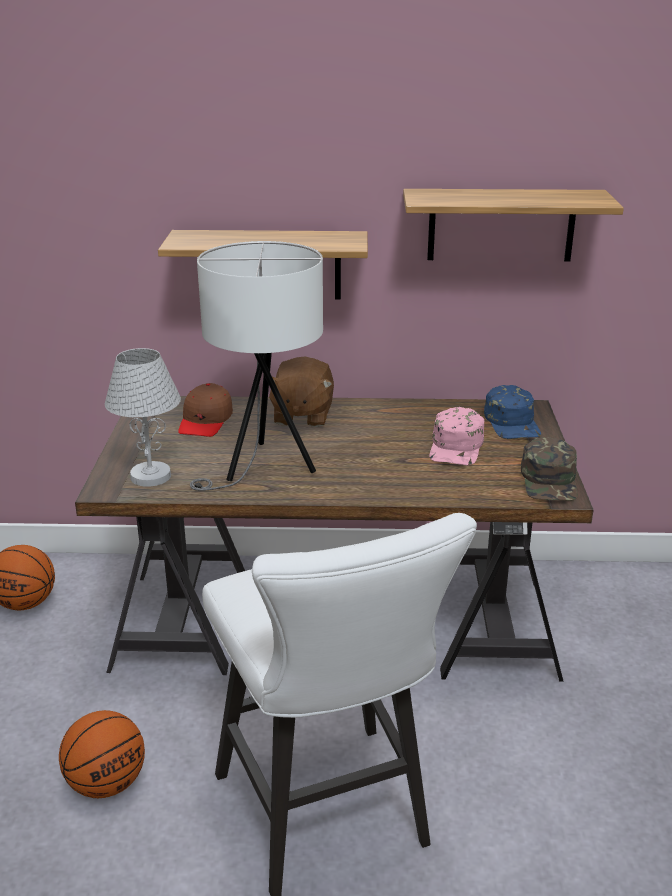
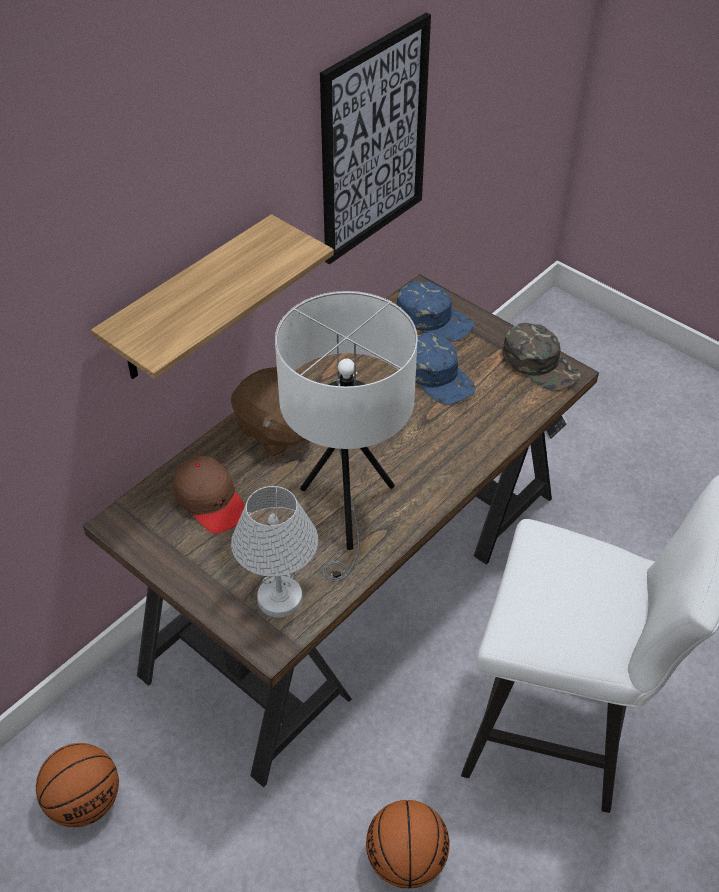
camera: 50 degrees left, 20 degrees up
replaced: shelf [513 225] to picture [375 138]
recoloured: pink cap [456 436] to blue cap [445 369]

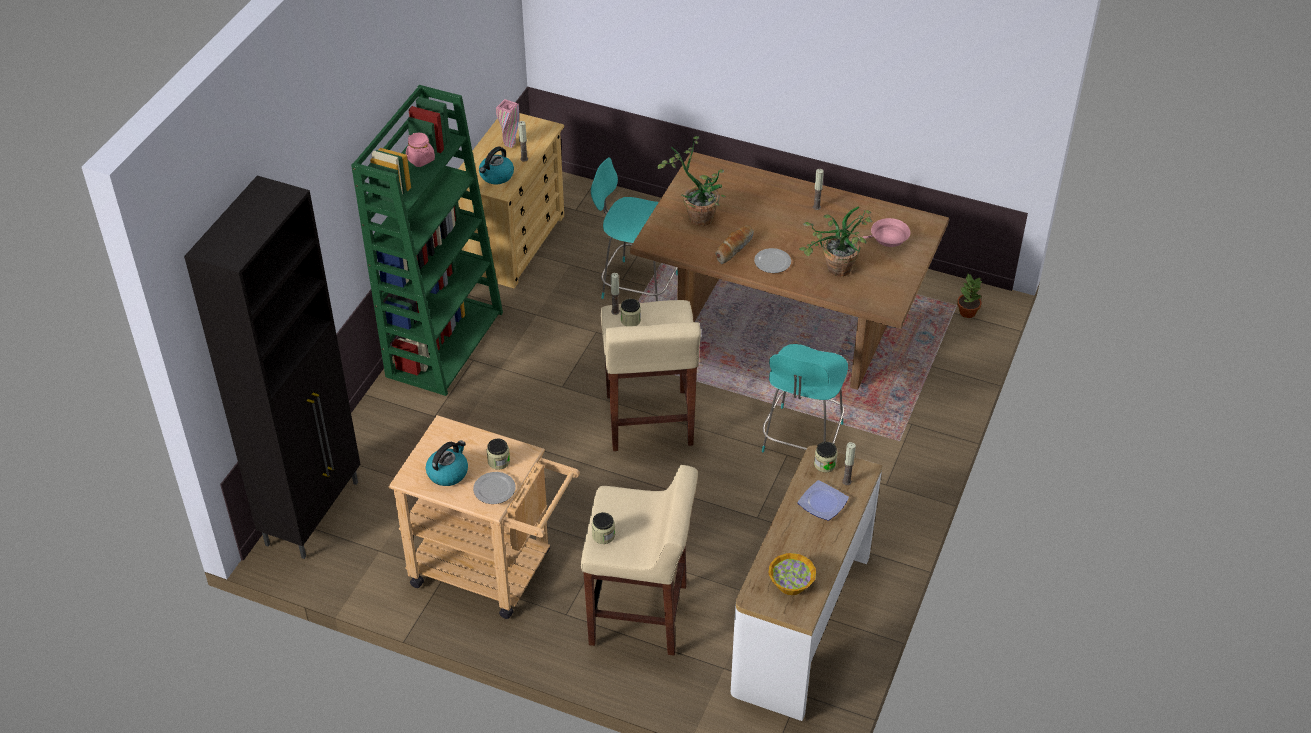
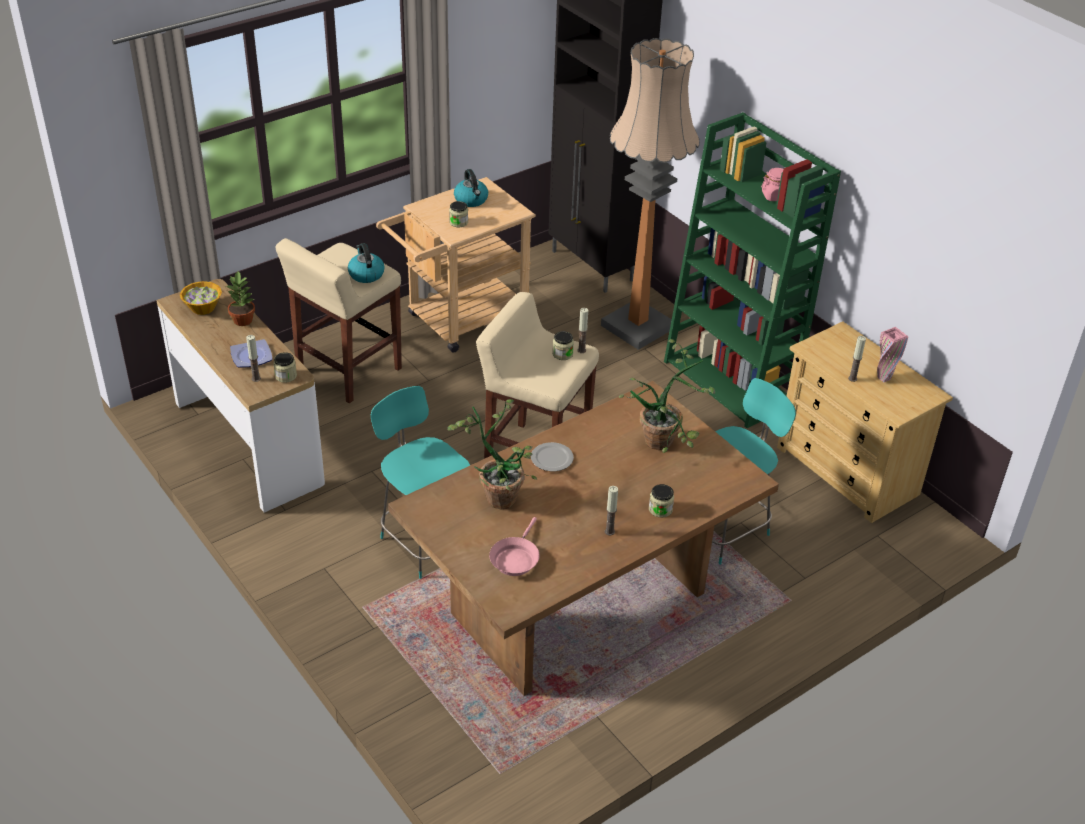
camera: 120 degrees right, 5 degrees down
removed: plate [494 488]; bread [734 244]
added: floor lamp [650 194]
moved: potted plant [969 296] to [240 299]; kettle [496 165] to [366 263]; jar [603 528] to [661 501]

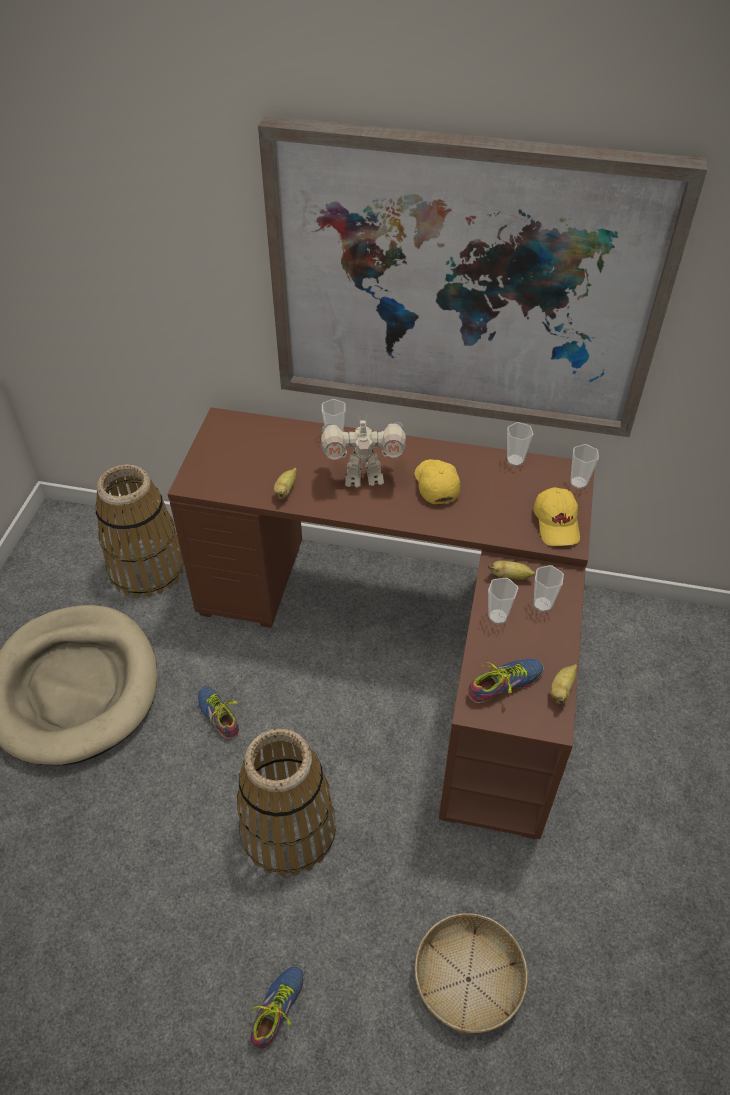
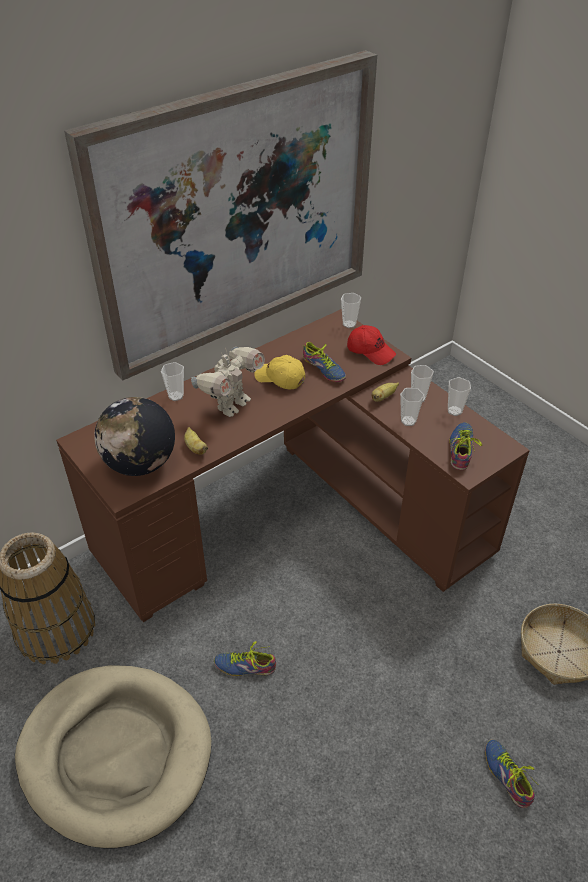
camera: 50 degrees left, 5 degrees down
removed: basket [286 802]; banana [564 684]
added: globe [134 436]; shoe [324 362]
moved: cup [520 444] to [459 396]
recoloured: yellow cap [556 516] to red cap [371 345]

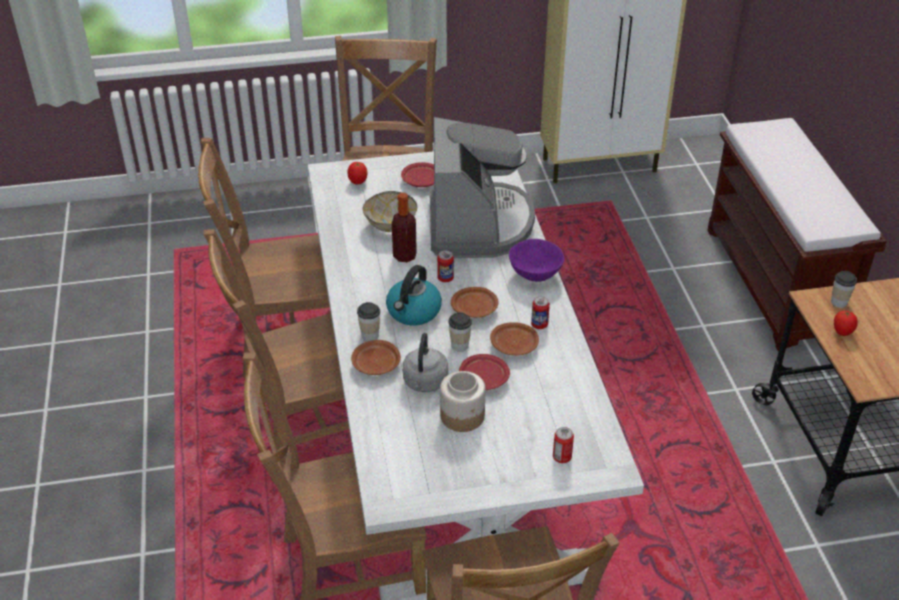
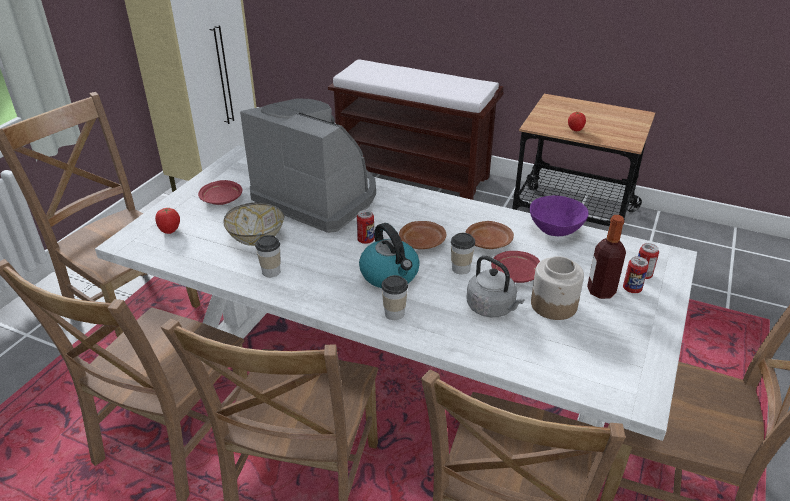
camera: 55 degrees left, 5 degrees down
removed: brown plate [376 357]
moved: cup [844 289] to [267 256]; purple bowl [536 260] to [559 215]; bottle [404 227] to [606 257]; can [540 312] to [636 274]

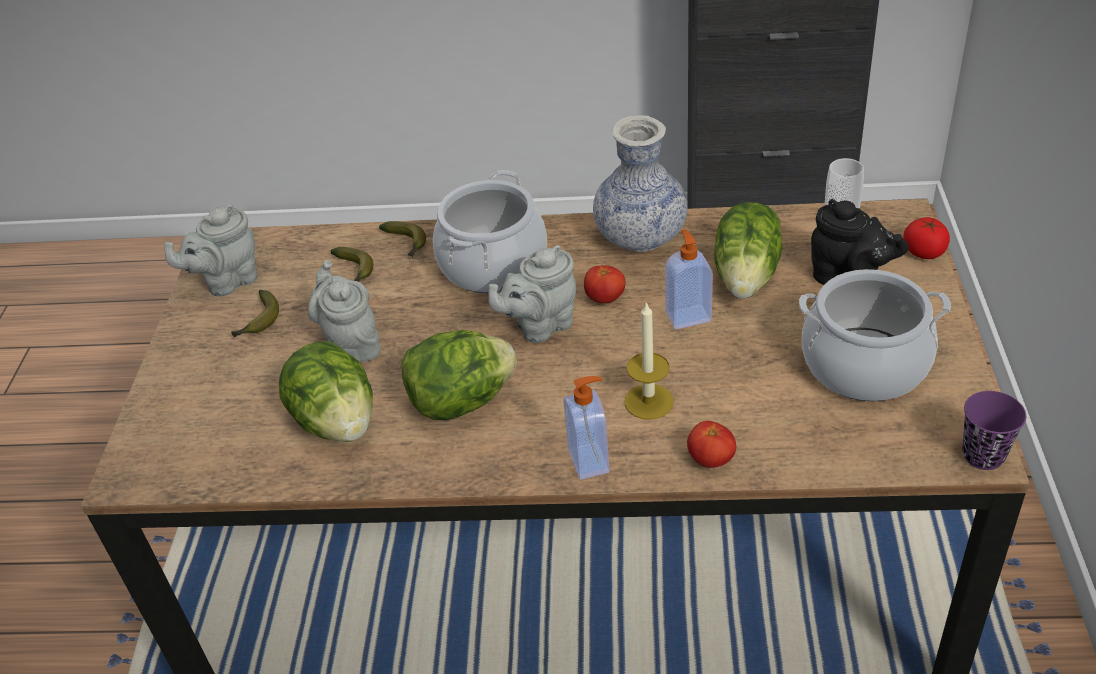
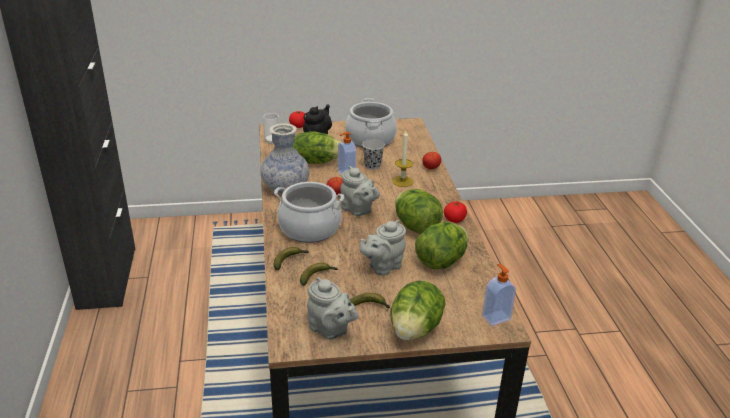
camera: 105 degrees left, 10 degrees down
removed: purple cup [994 430]
added: black cup [373 154]; lettuce [418 310]; tomato [455 212]
moved: soap dispenser [586 428] to [499 295]

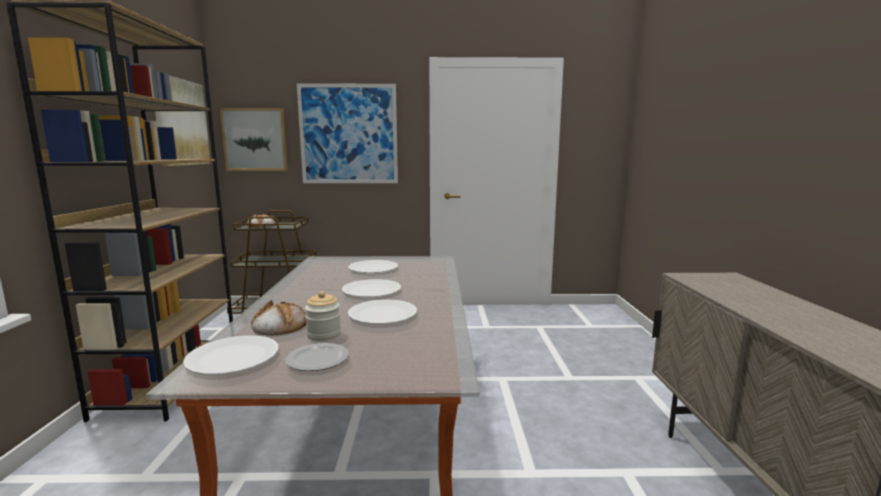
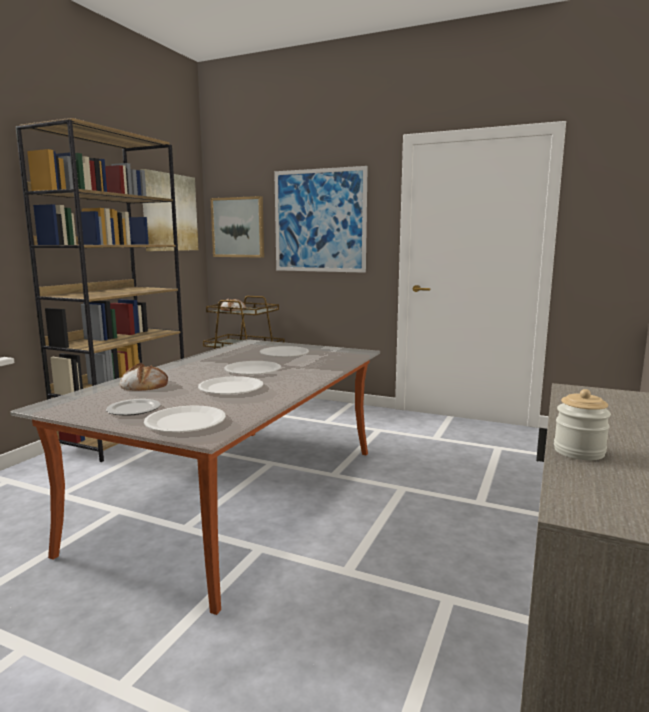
camera: 25 degrees right, 0 degrees up
moved: white plate [230 355] to [185 418]; jar [323 316] to [582 424]

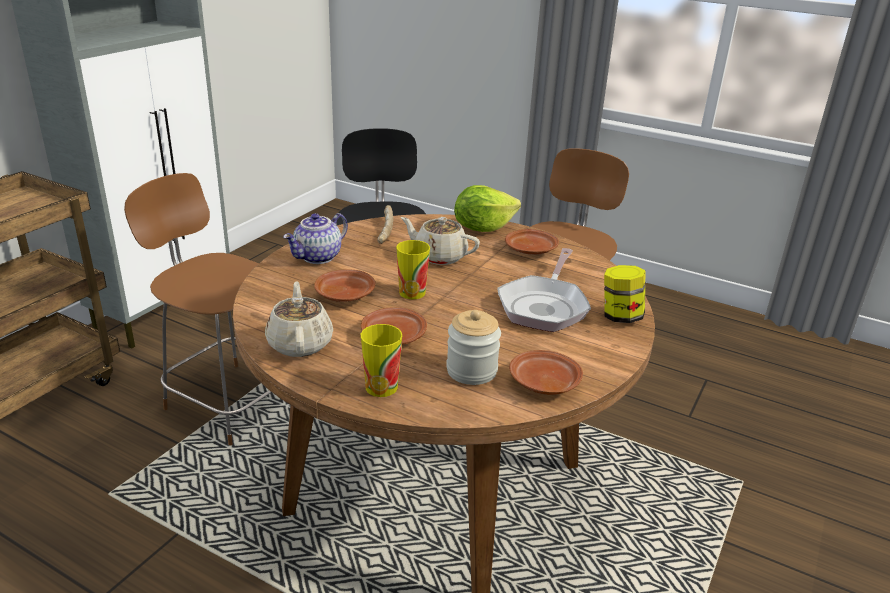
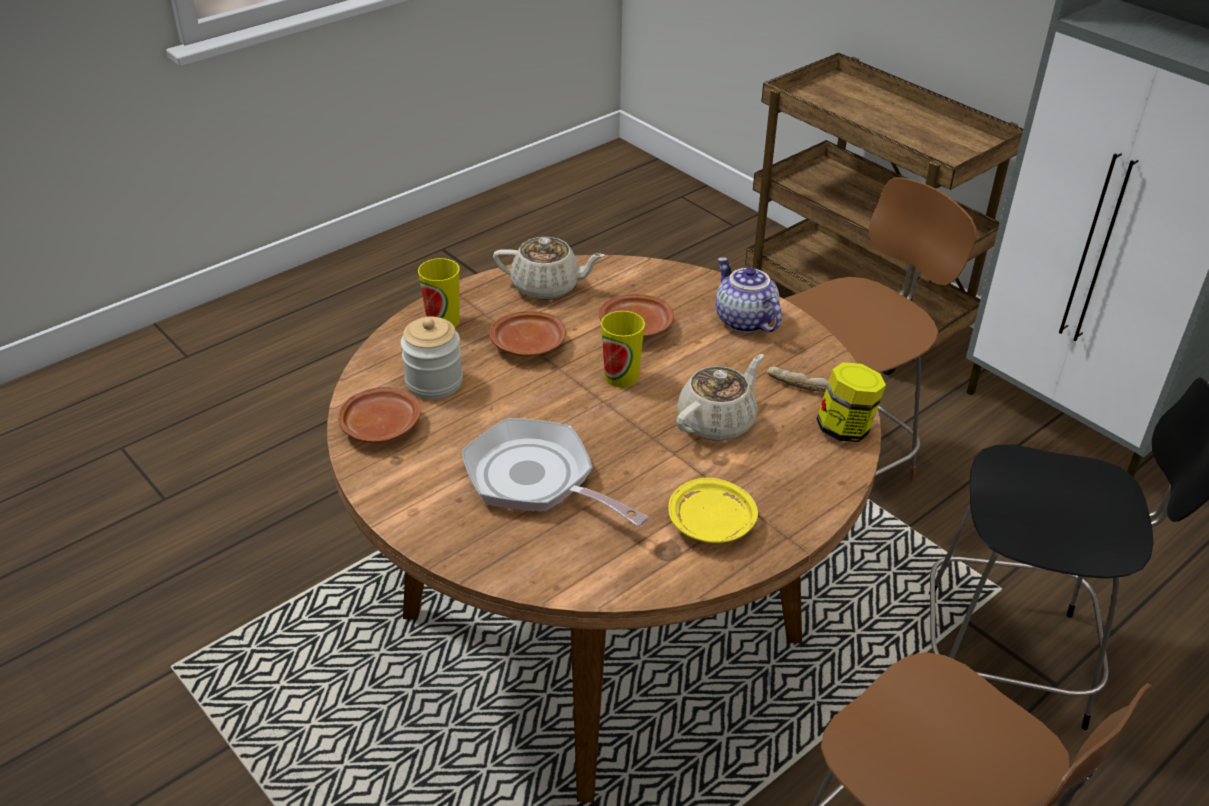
camera: 110 degrees right, 10 degrees up
removed: lettuce [487 208]
moved: jar [624 294] to [851 402]
recoloured: brown plate [532 242] to yellow plate [713 510]

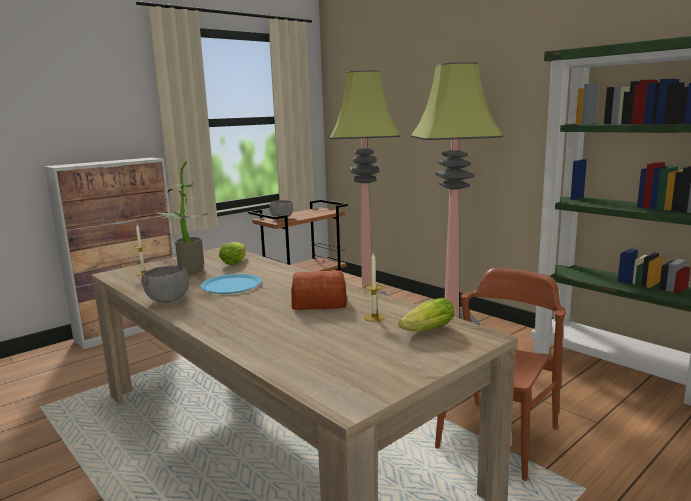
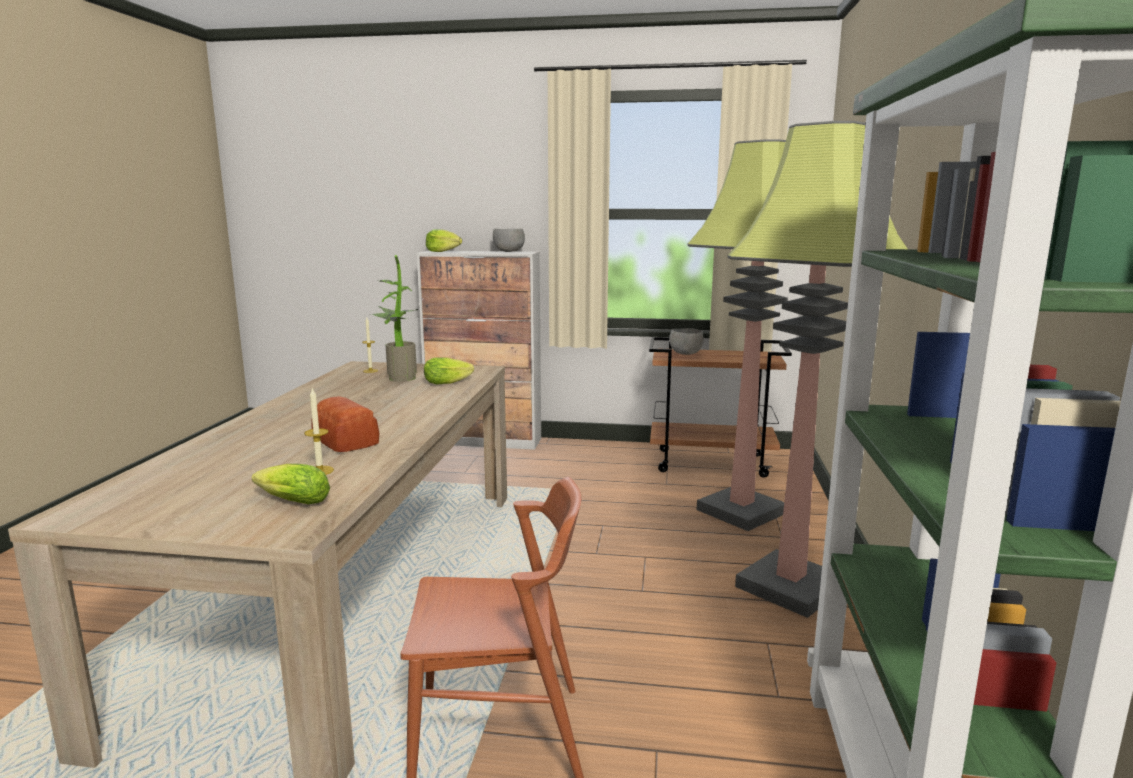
camera: 50 degrees right, 0 degrees up
removed: blue plate [231 284]
added: lettuce [444 240]
moved: grey bowl [165 284] to [509 240]

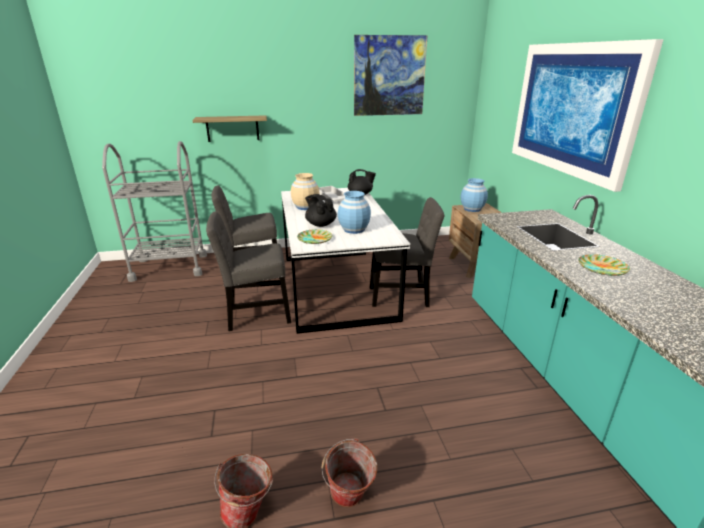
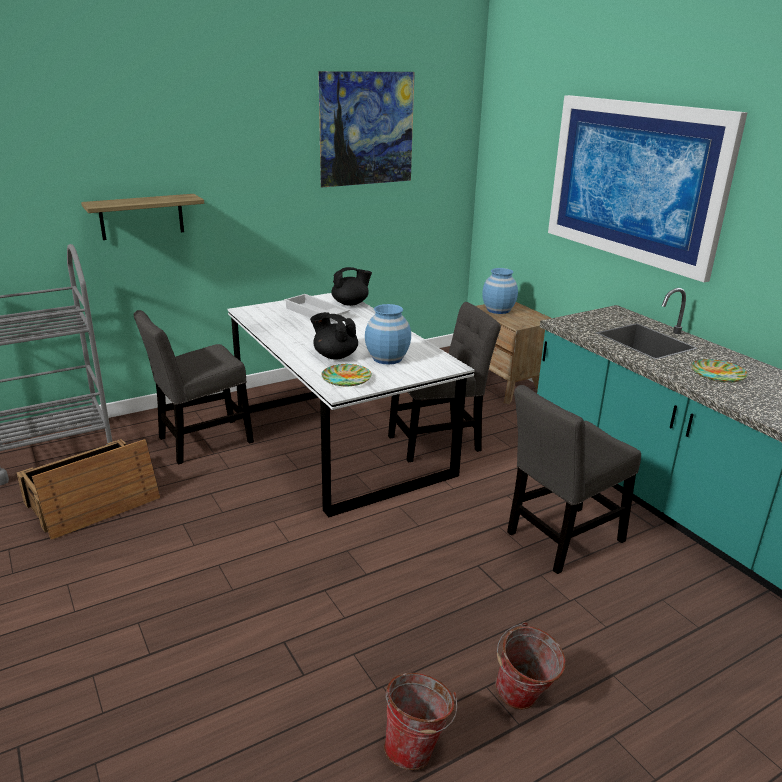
camera: 20 degrees left, 0 degrees up
removed: beige vase [305 191]
added: crate [88 489]
moved: grey chair [248 271] to [574 479]

